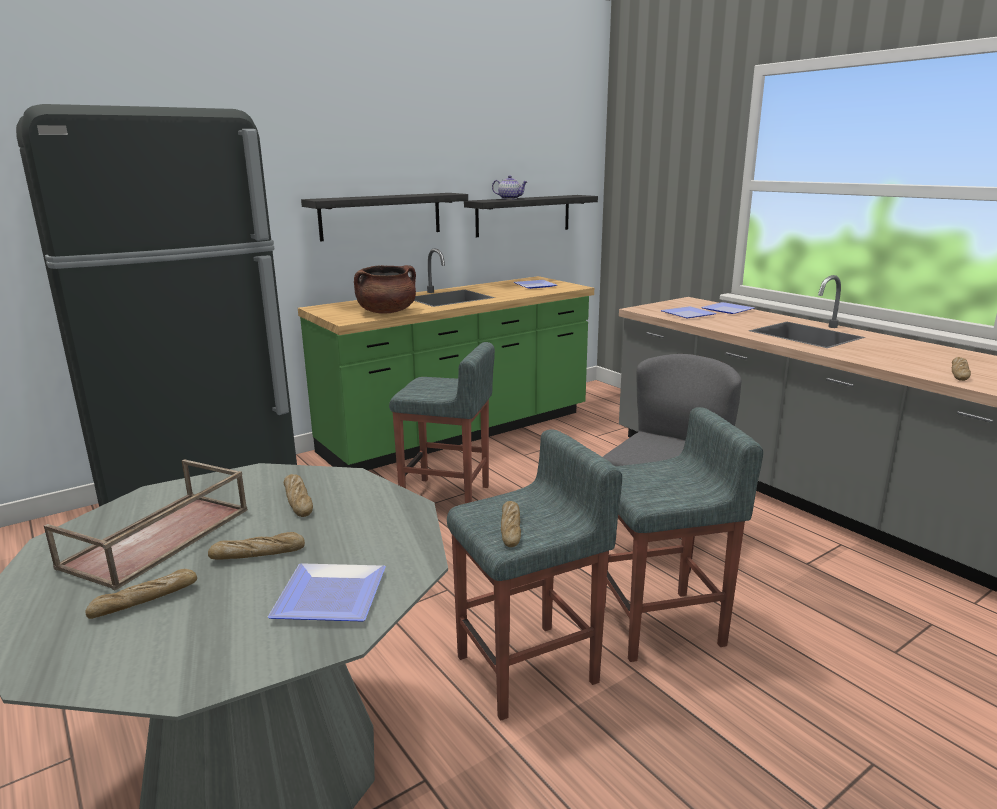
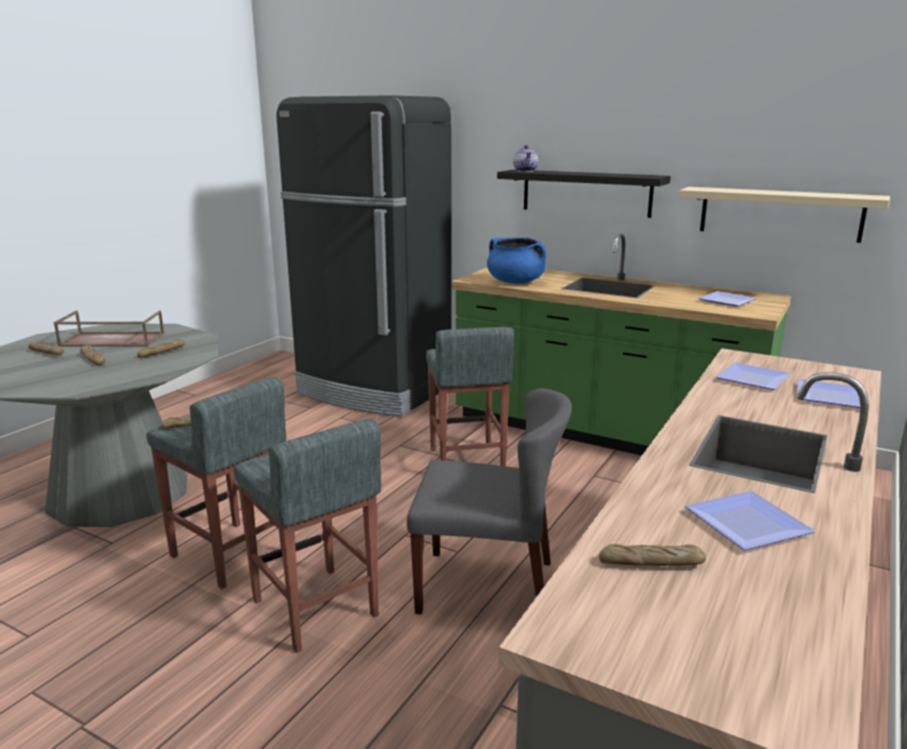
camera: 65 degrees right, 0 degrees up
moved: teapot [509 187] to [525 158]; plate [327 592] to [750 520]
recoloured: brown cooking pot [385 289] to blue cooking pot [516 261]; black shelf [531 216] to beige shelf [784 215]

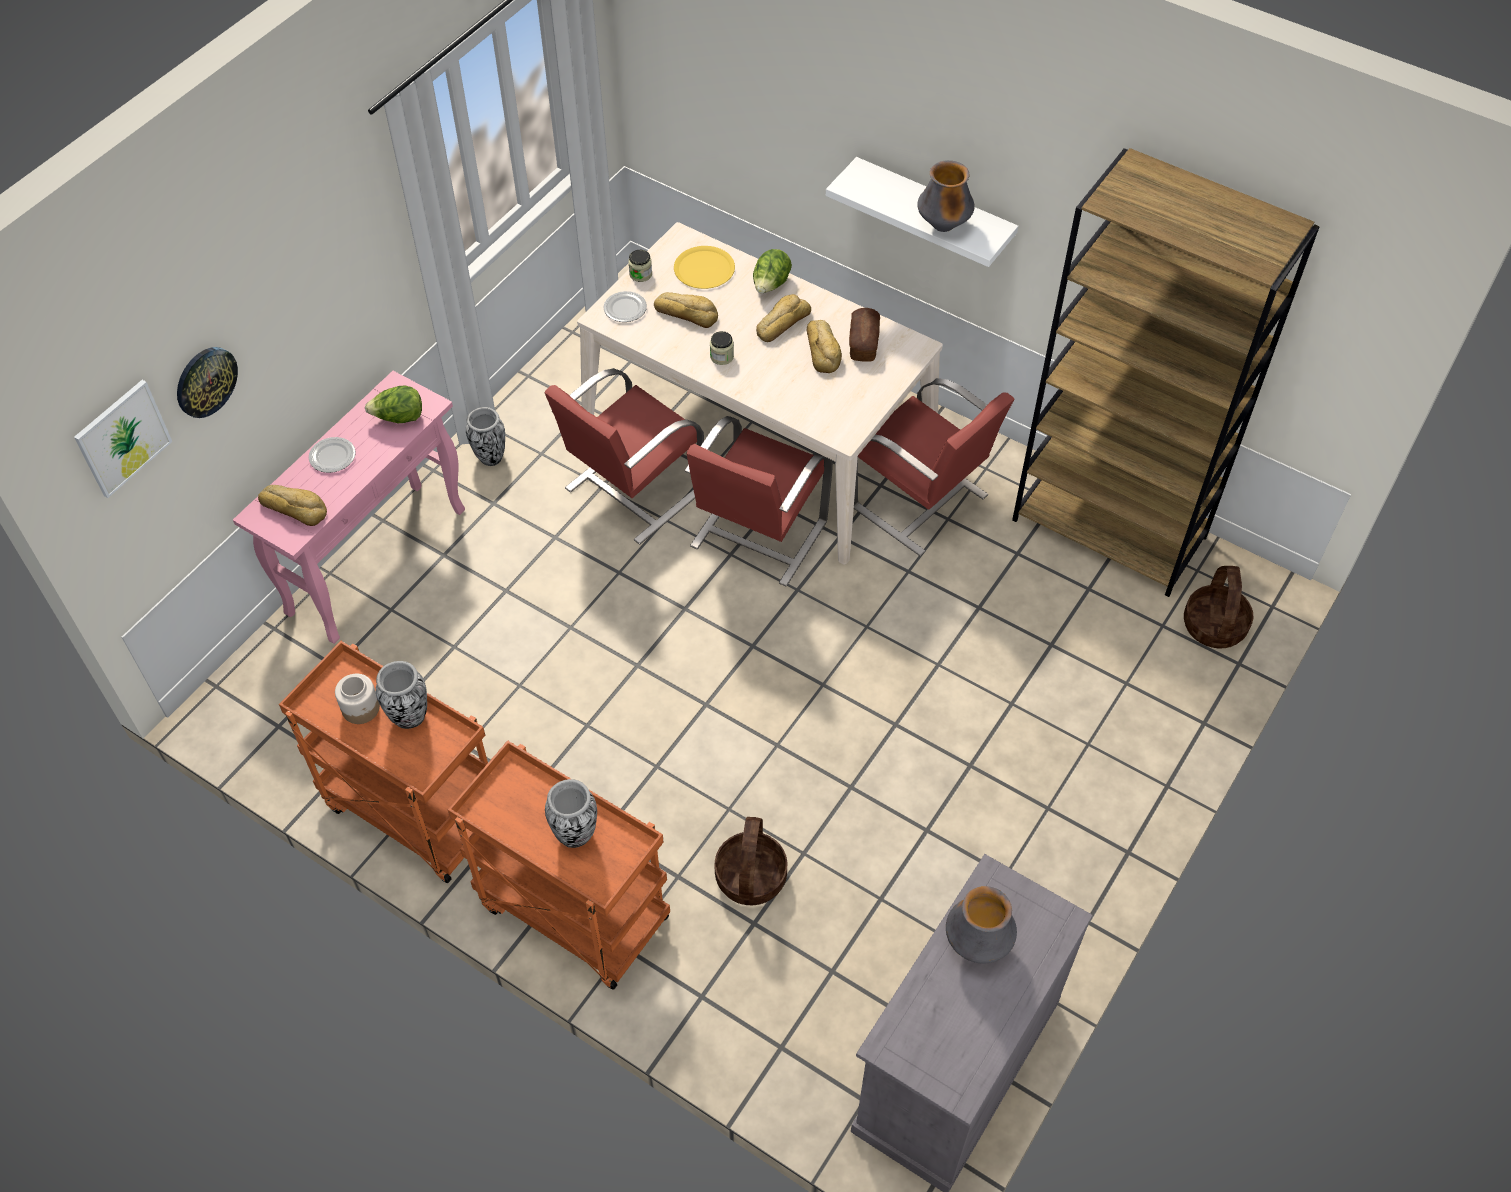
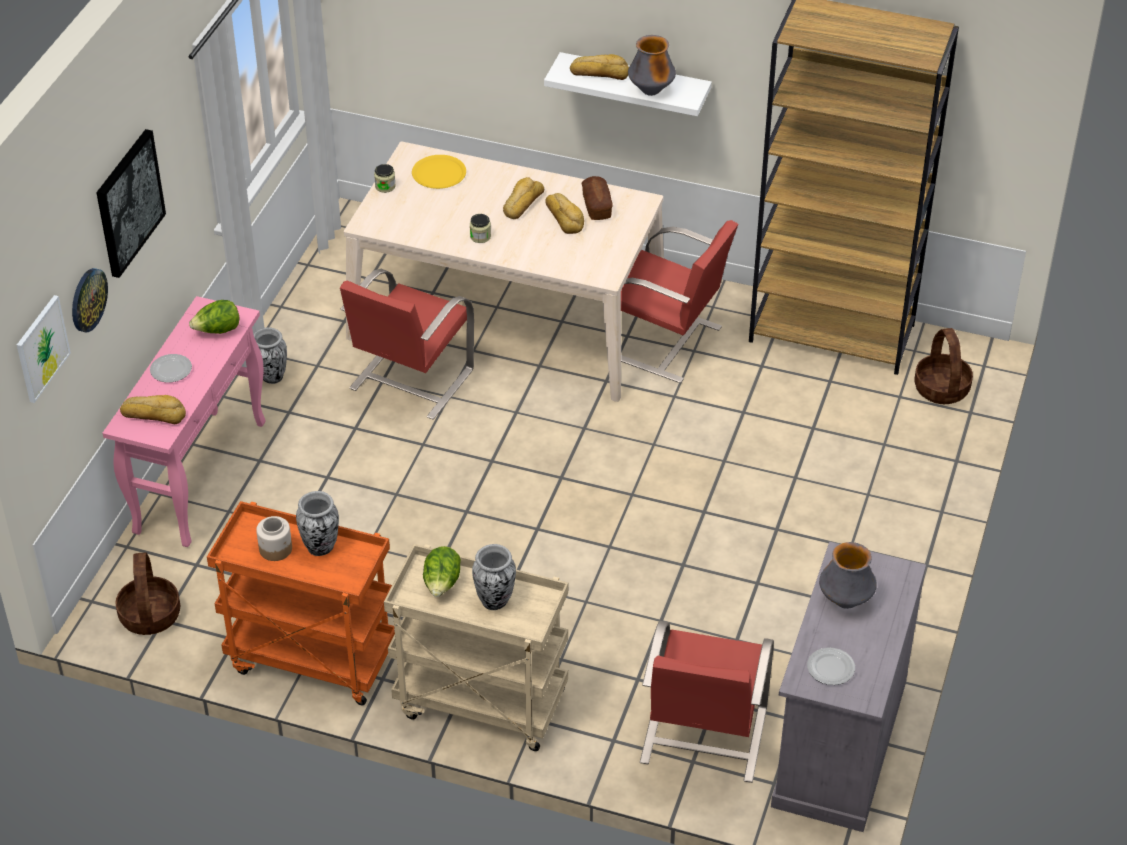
camera: 15 degrees left, 10 degrees down
added: picture [131 203]
moved: basket [751 861] to [147 594]; lettuce [772 271] to [442 571]; bread [686 310] to [599 67]; red chair [759 501] to [707 702]; plate [625 306] to [831 666]
recoloured: orange cart [559 865] to beige cart [476 647]

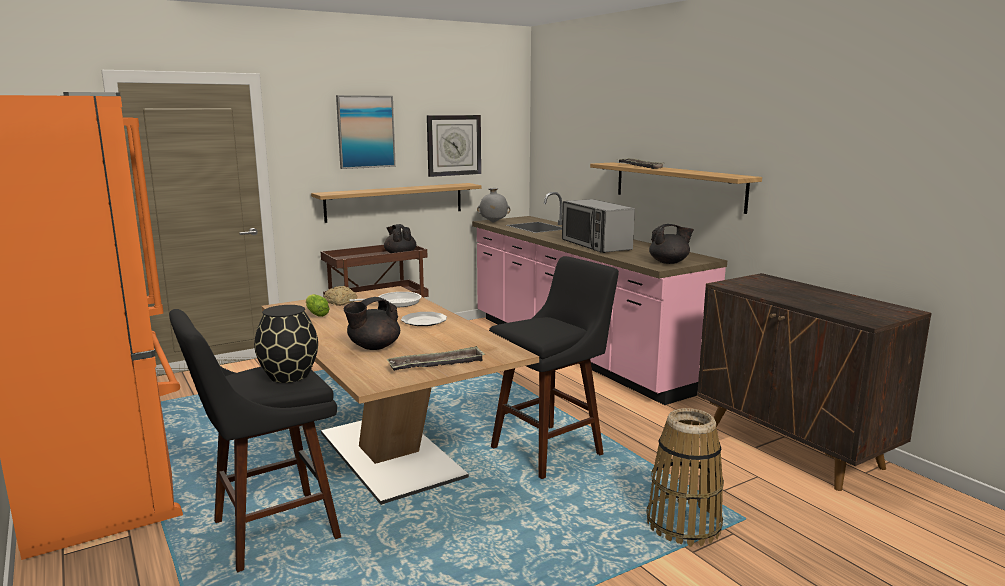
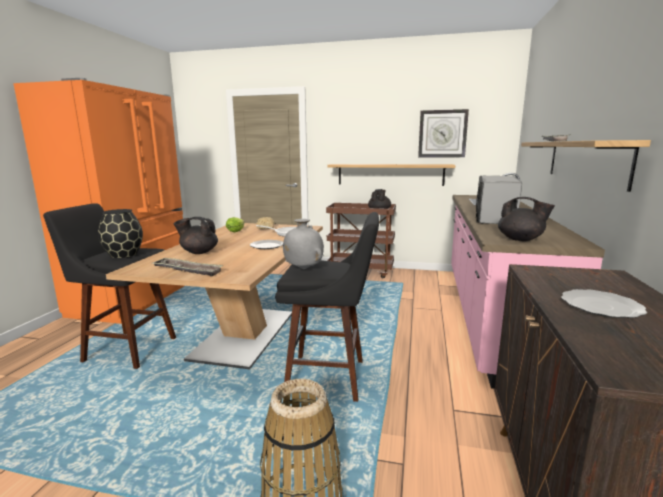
camera: 45 degrees right, 0 degrees up
removed: picture [366 132]
added: plate [604 303]
moved: grey vase [494 205] to [303 244]

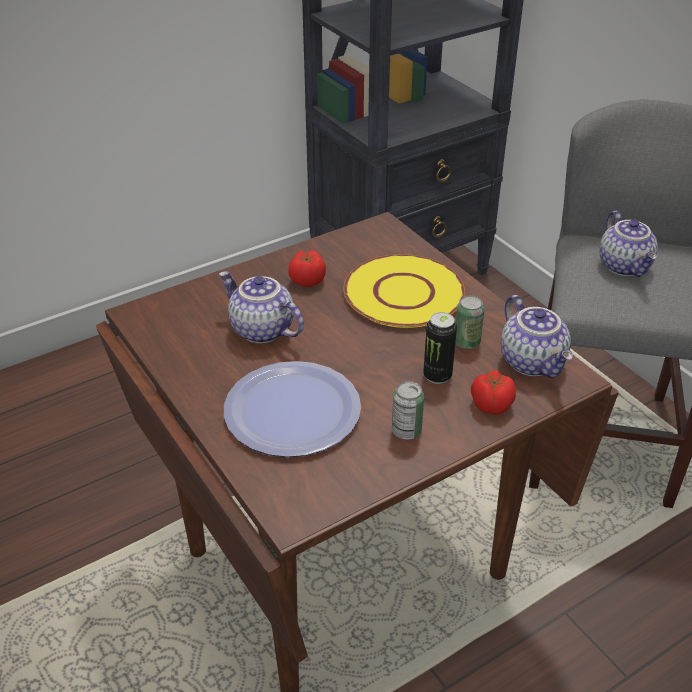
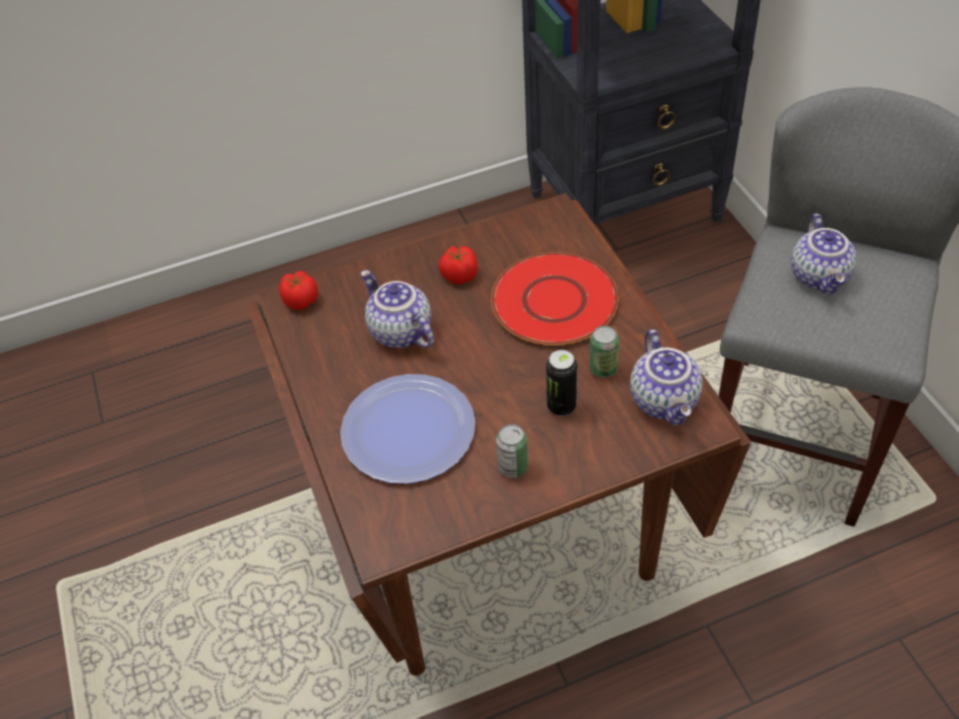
camera: 15 degrees right, 10 degrees up
moved: tomato [493 392] to [298 290]
recoloured: yellow plate [404 291] to red plate [554 298]

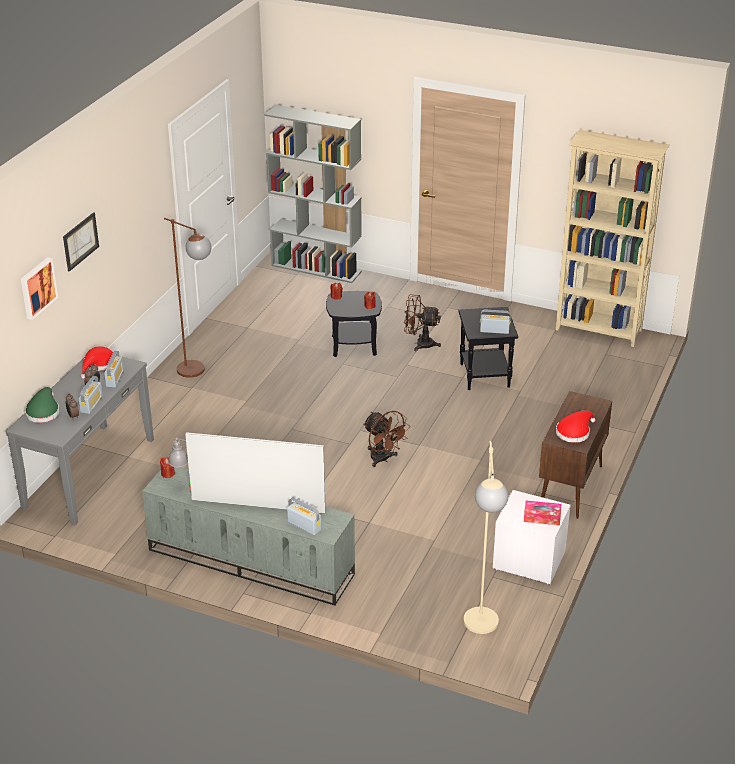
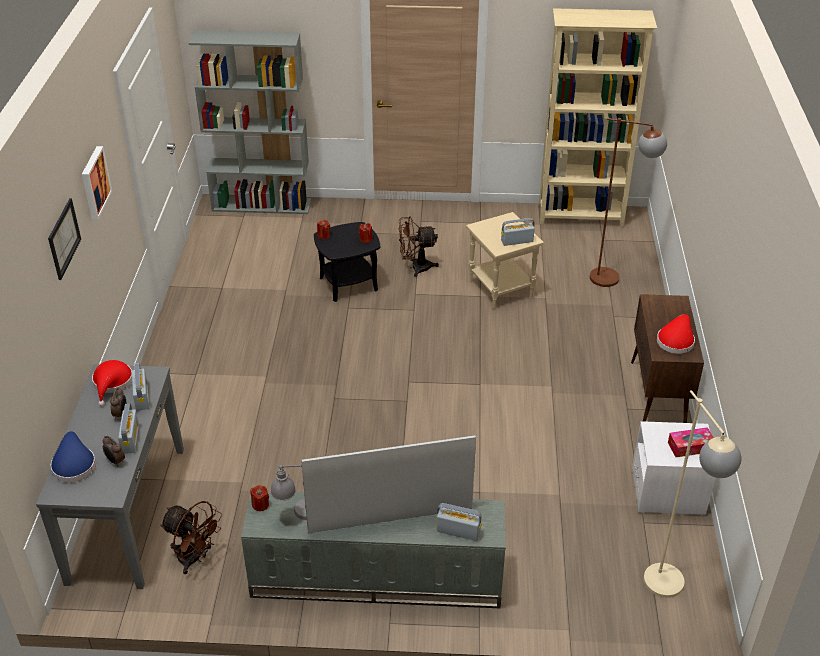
camera: 20 degrees left, 5 degrees up
moved: picture [39 288] to [97 183]; brown fan [386 439] to [191 537]; brown floor lamp [187 298] to [628 202]
recoloured: green hat [42 405] to blue hat [73 456]; black side table [488 348] to beige side table [505 260]

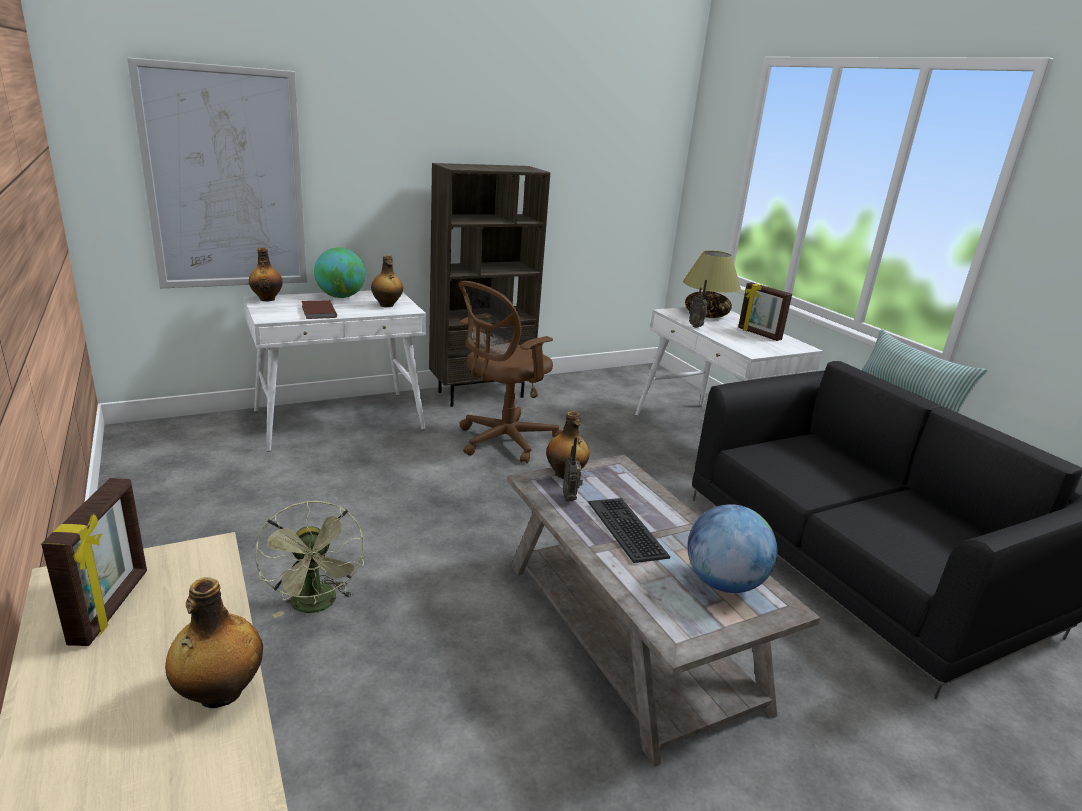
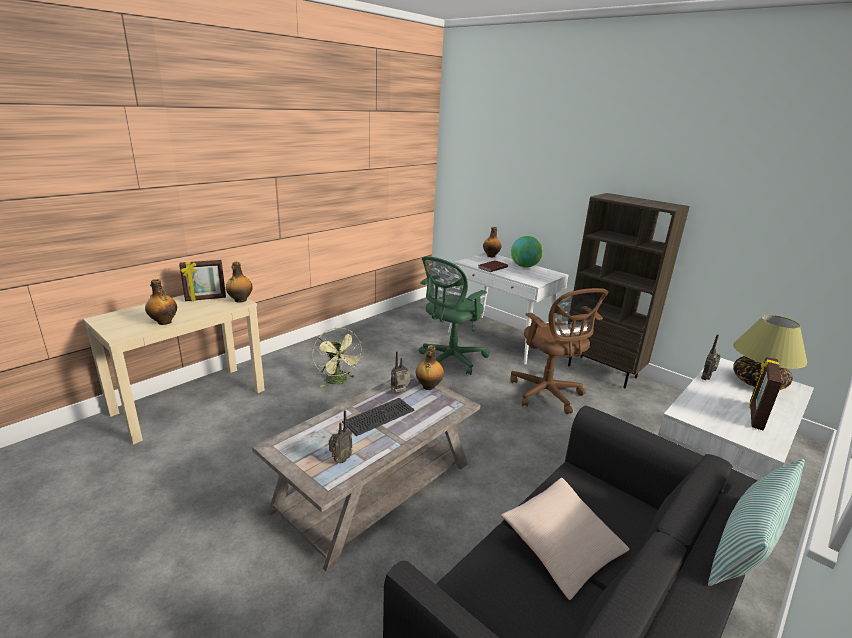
camera: 70 degrees right, 0 degrees up
removed: picture [217 173]
added: green office chair [454 315]; beige pillow [565 539]
moved: bottle [387 281] to [239 282]
replaced: globe [732 548] to radio [341 436]
turned: green fan [309 559] = [337 357] 75 degrees counterclockwise; brown office chair [510 372] = [559 351] 135 degrees counterclockwise

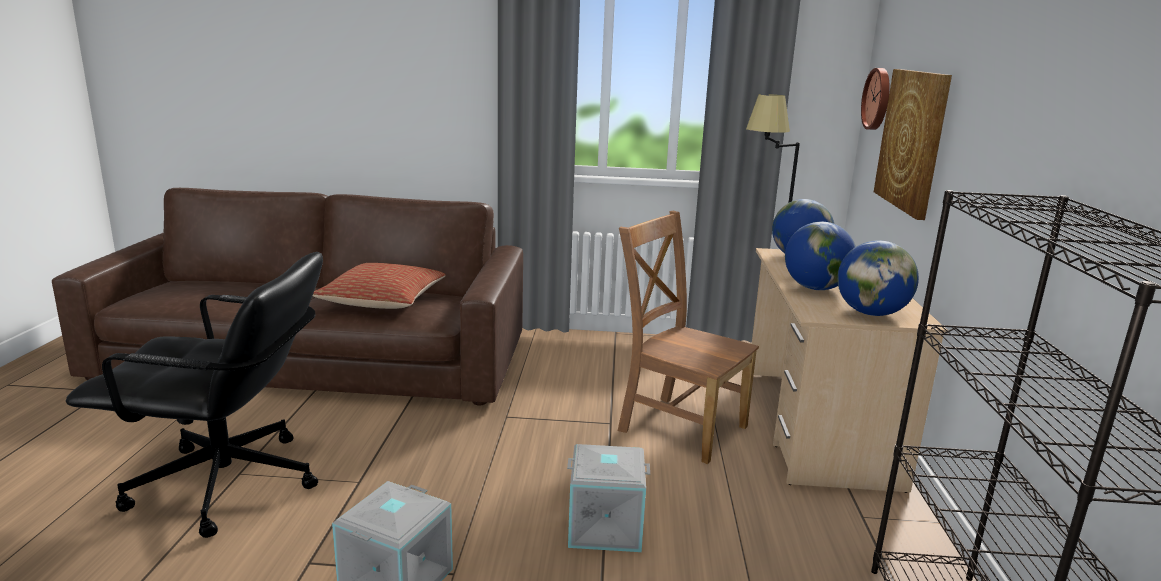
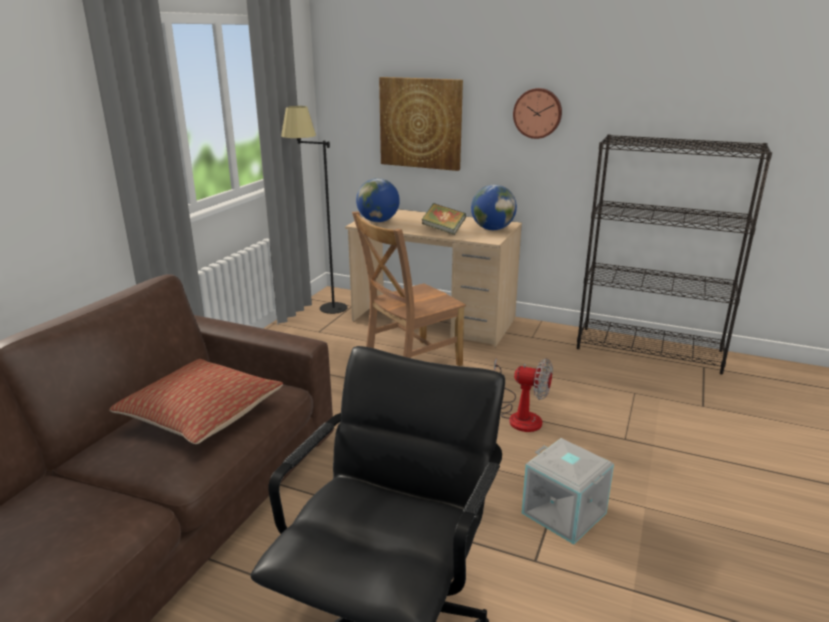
camera: 70 degrees left, 5 degrees up
moved: wall clock [875 99] to [537 113]
replaced: globe [820 256] to book [444 219]; grey storage box [608 498] to fan [523 395]

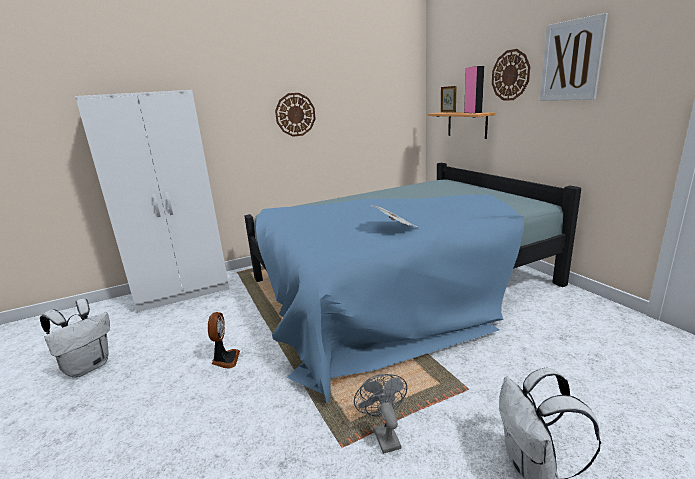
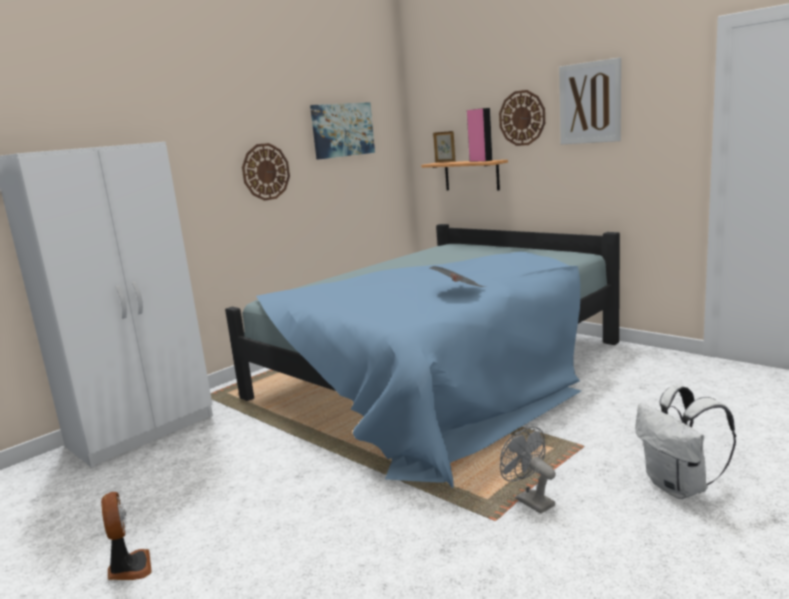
camera: 20 degrees left, 5 degrees down
removed: white backpack [75 338]
added: picture [342 131]
moved: fan [224 340] to [126 536]

